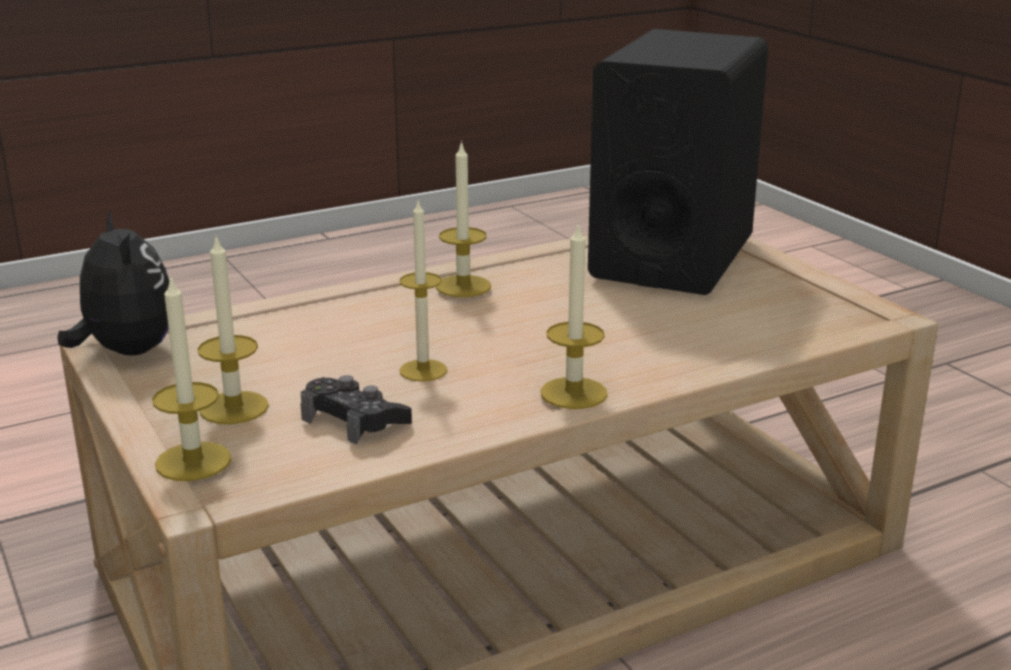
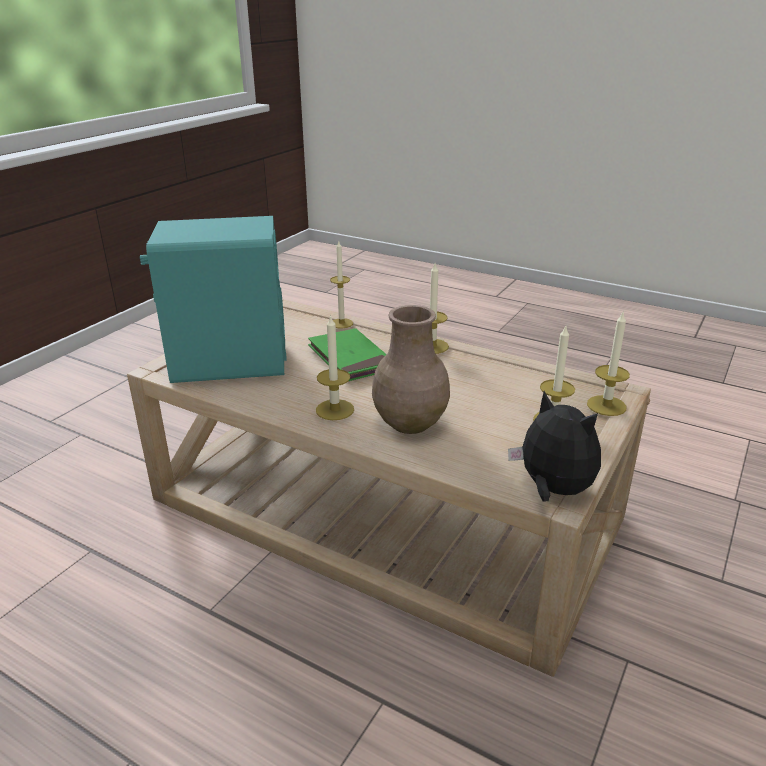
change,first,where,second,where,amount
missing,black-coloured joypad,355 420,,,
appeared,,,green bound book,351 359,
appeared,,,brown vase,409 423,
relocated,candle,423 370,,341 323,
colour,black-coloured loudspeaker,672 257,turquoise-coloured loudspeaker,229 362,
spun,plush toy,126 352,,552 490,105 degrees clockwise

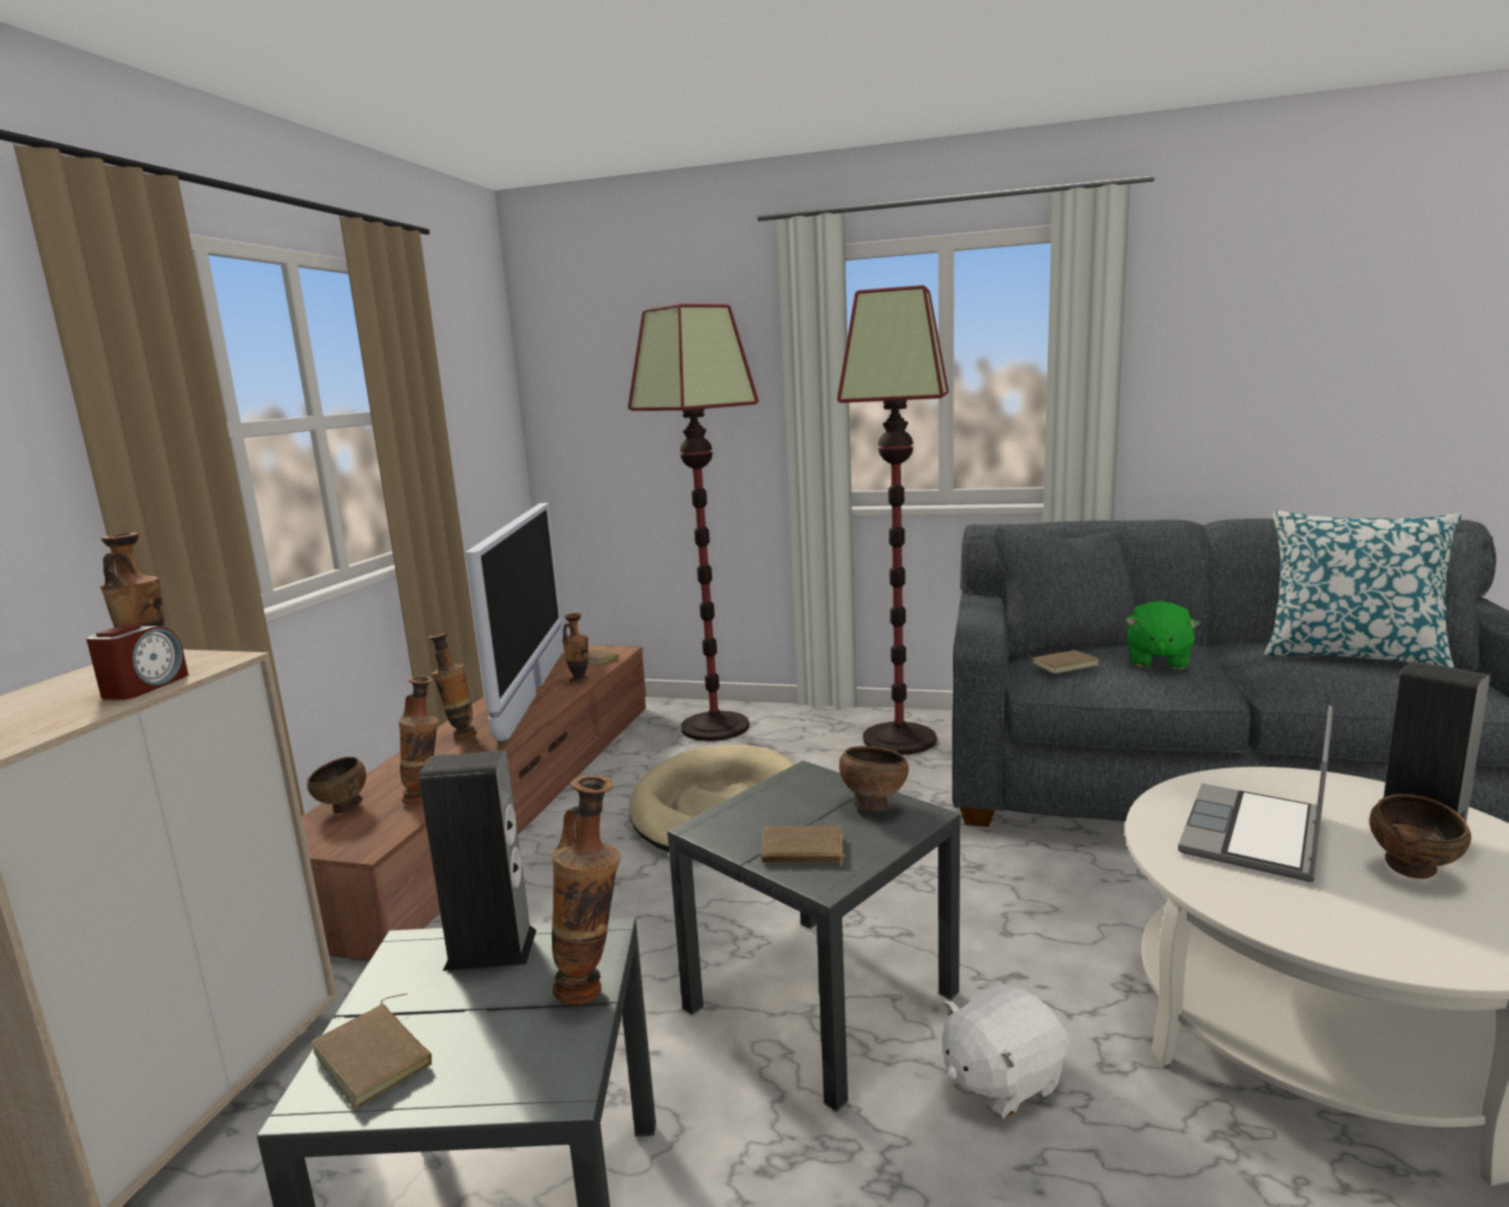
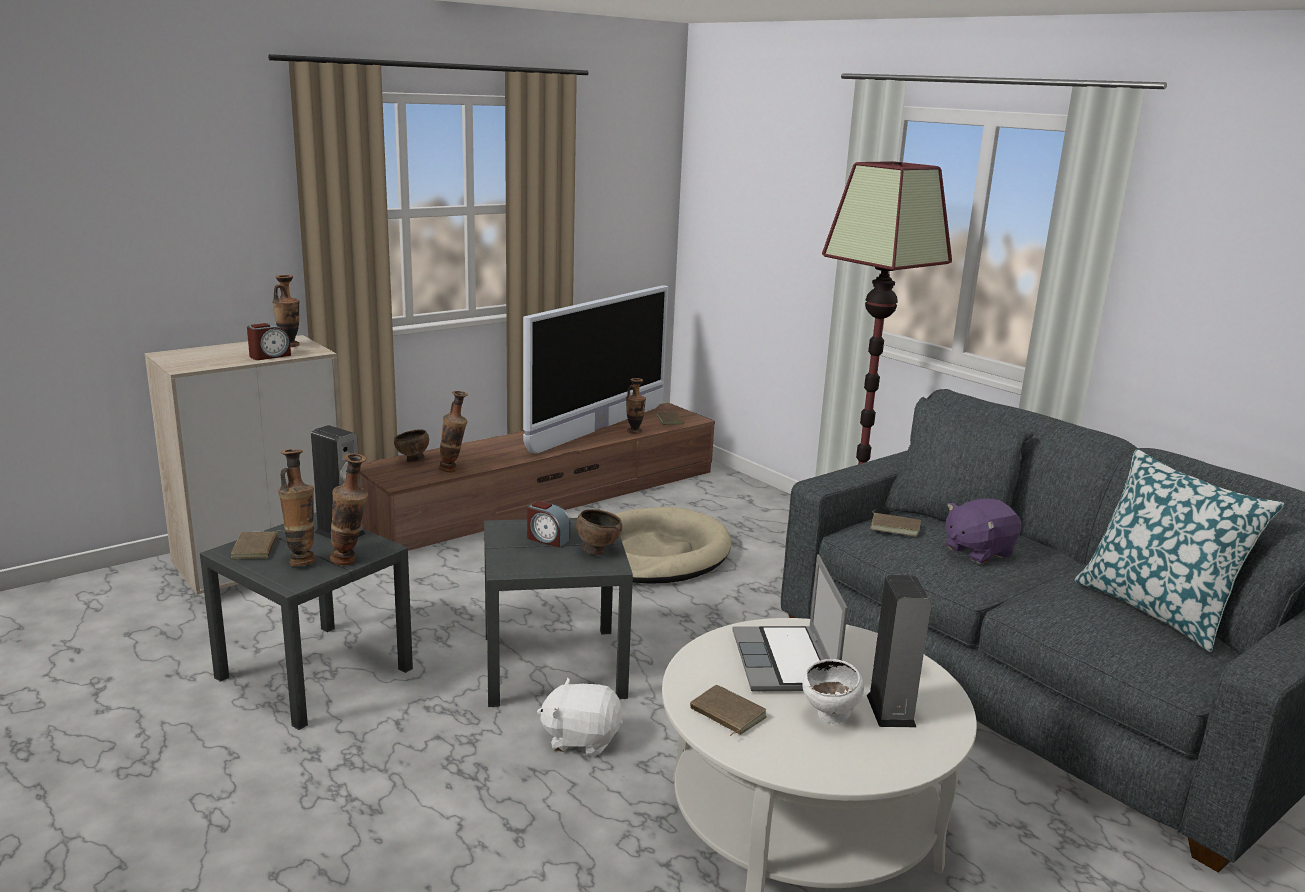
change,first,where,second,where,amount
missing,floor lamp,716 727,,,
appeared,,,alarm clock,547 539,
relocated,vase,460 737,,301 560,
relocated,brown bound book,802 851,,726 714,
colour,green plush toy,1157 660,purple plush toy,977 551,
colour,brown bowl,1413 872,white bowl,830 717,
spun,laptop,1255 836,,785 662,75 degrees counterclockwise

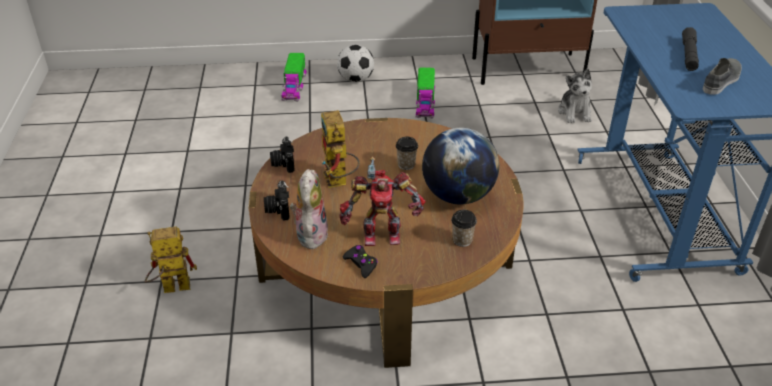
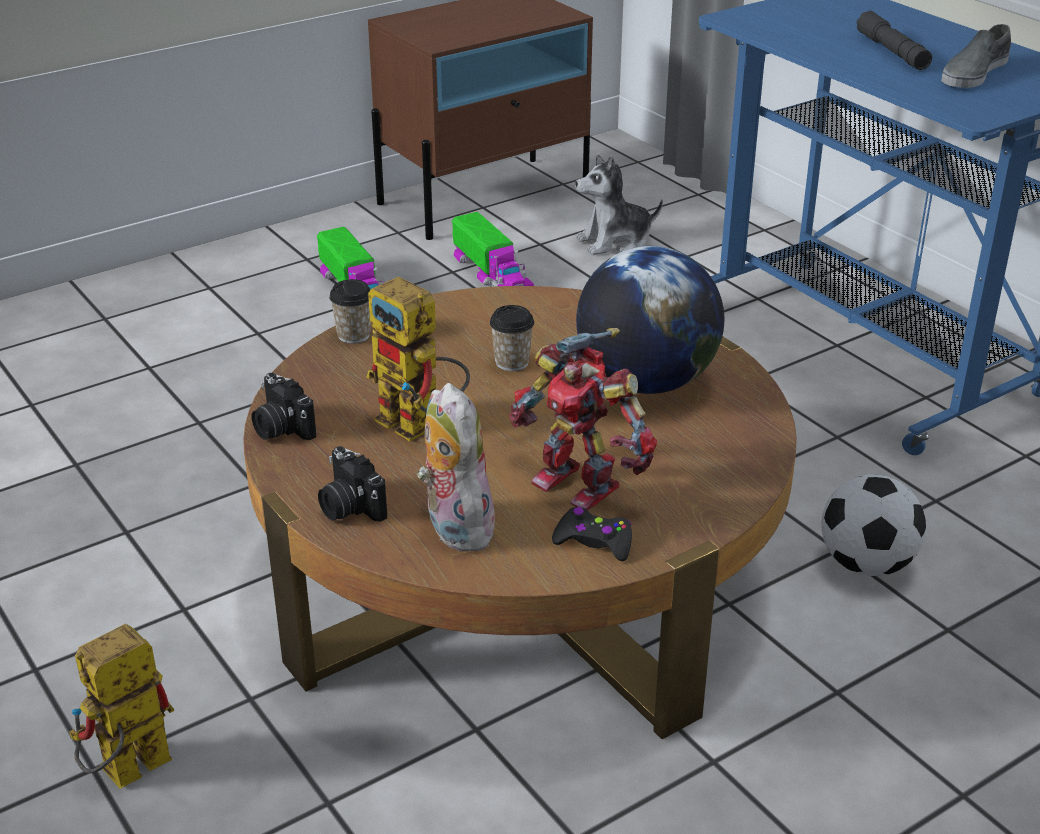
change,first,where,second,where,amount
relocated,toy lorry,294 86,,492 276,
relocated,ball for football,356 79,,866 564,
relocated,small cup,462 240,,354 335,
spun,robot figure,381 234,,579 482,75 degrees clockwise
spun,plush toy,575 112,,615 242,105 degrees clockwise
spun,grey item of footwear,721 80,,973 73,150 degrees counterclockwise

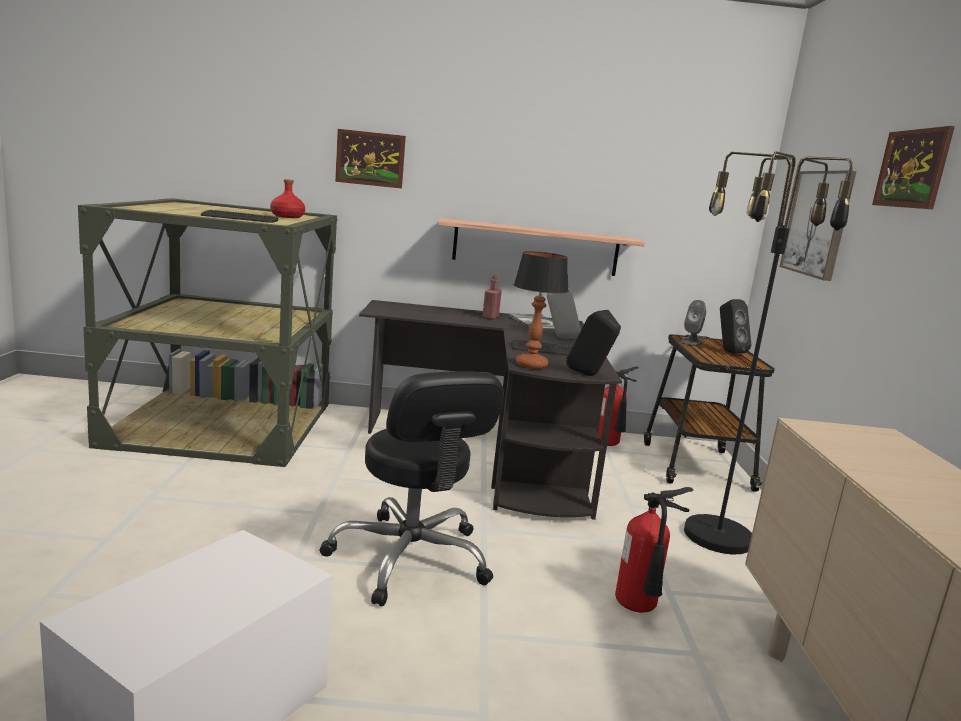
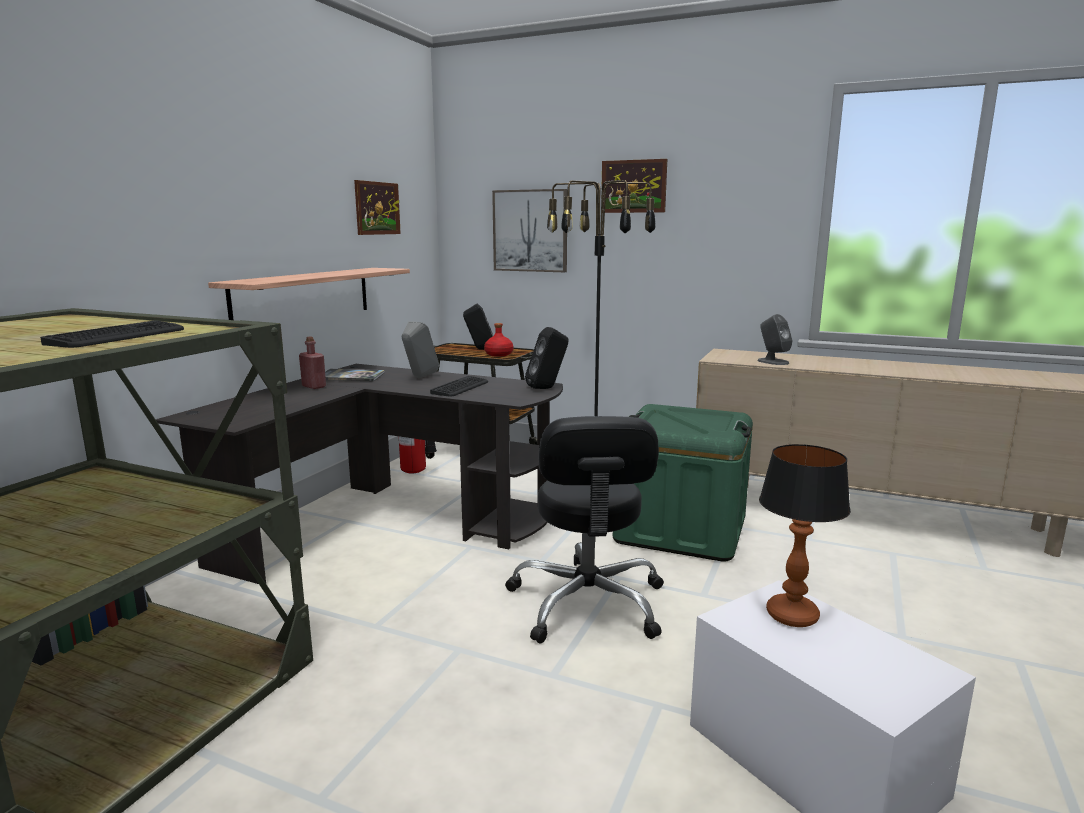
change,first,where,second,where,amount
relocated,red drink bottle,287 216,,498 354,
relocated,wall art,370 159,,377 208,
relocated,table lamp,530 365,,792 616,
relocated,grey loudspeaker,691 342,,772 362,
exchanged,fire extinguisher,639 609,green storage bin,680 530,
spun,black-coloured office chair,412 563,,588 607,90 degrees clockwise

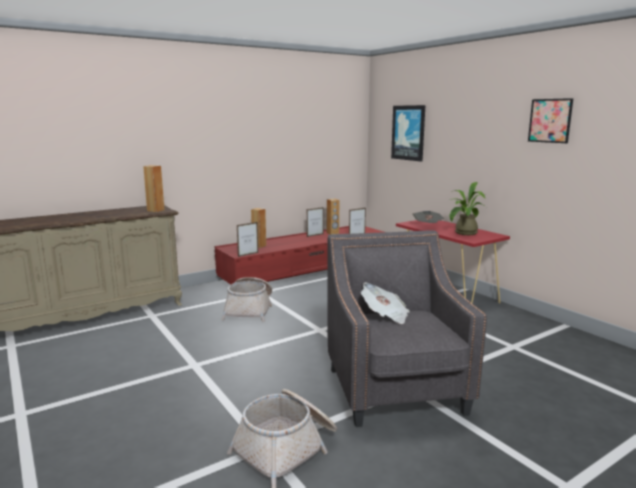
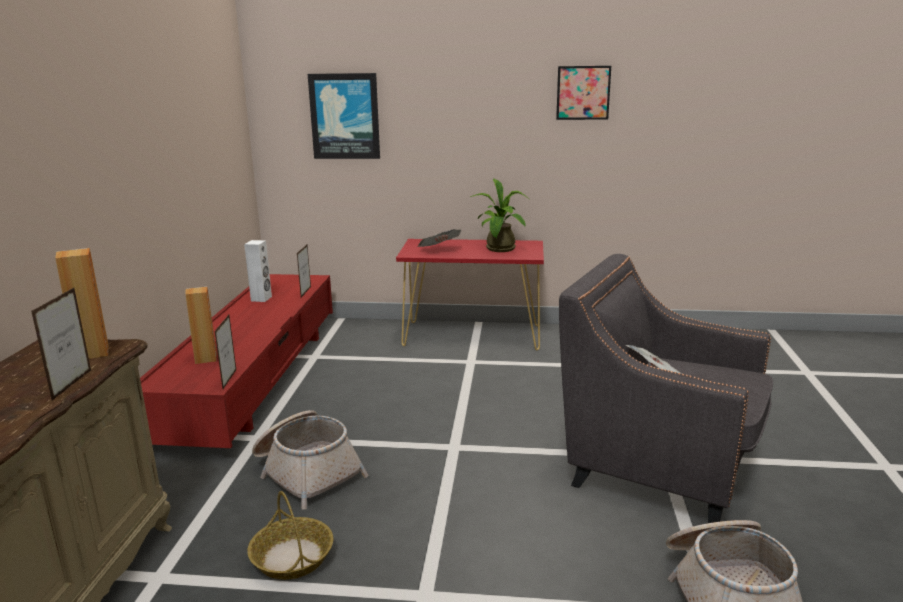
change,first,where,second,where,amount
appeared,,,storage basket,292 557,
relocated,photo frame,315 235,,72 385,
colour,brown loudspeaker,332 233,white loudspeaker,261 299,

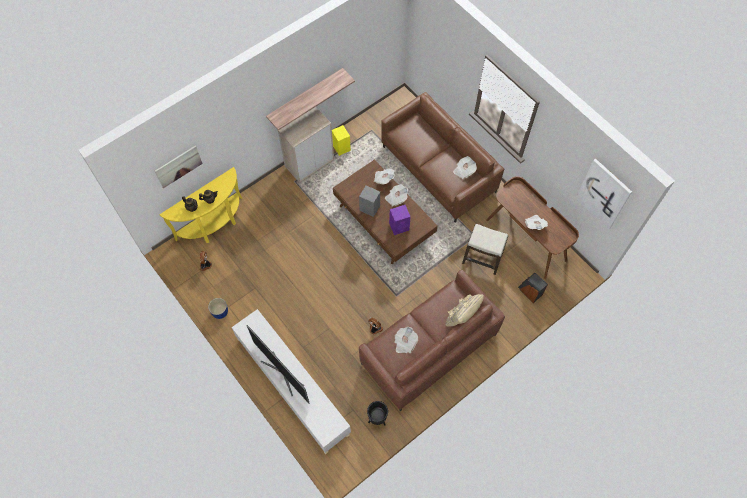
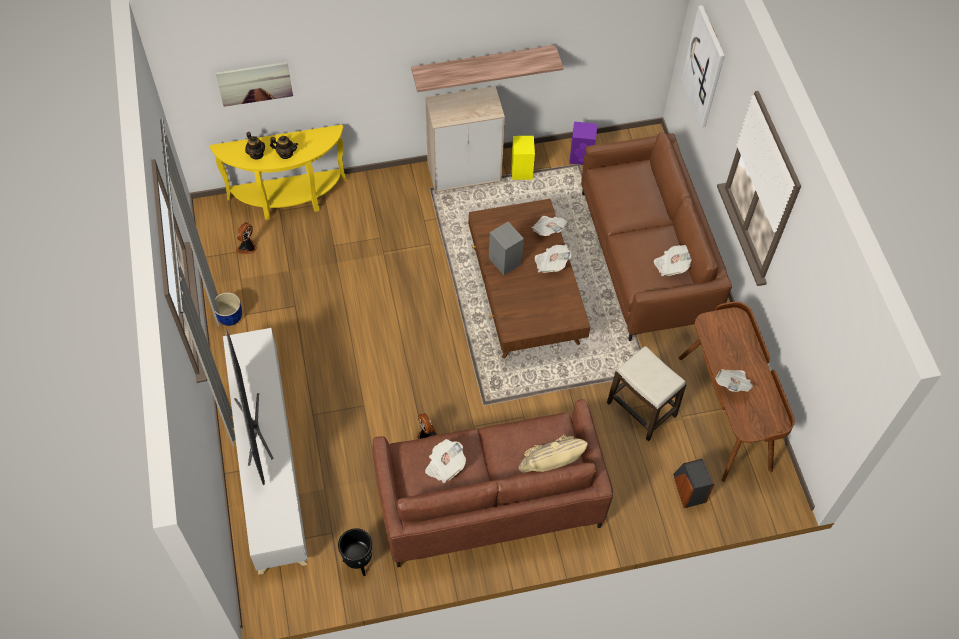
change,first,where,second,where,amount
relocated,purple loudspeaker,399 226,,582 157,
relocated,wall art,603 193,,704 67,

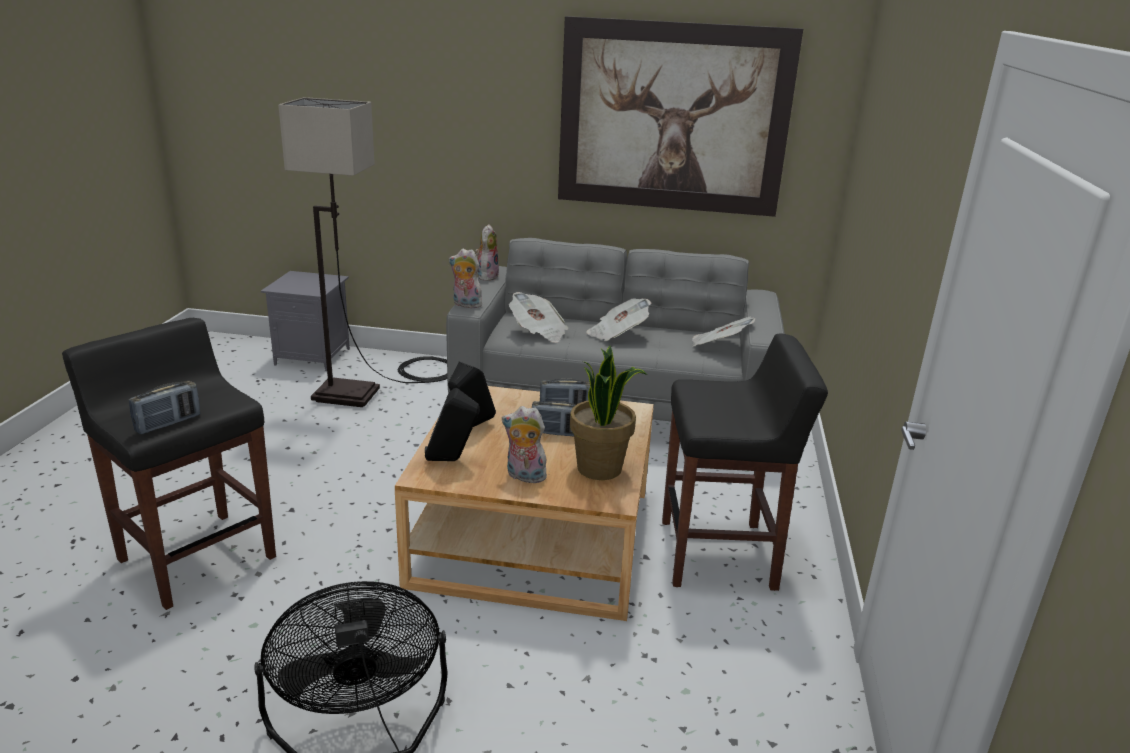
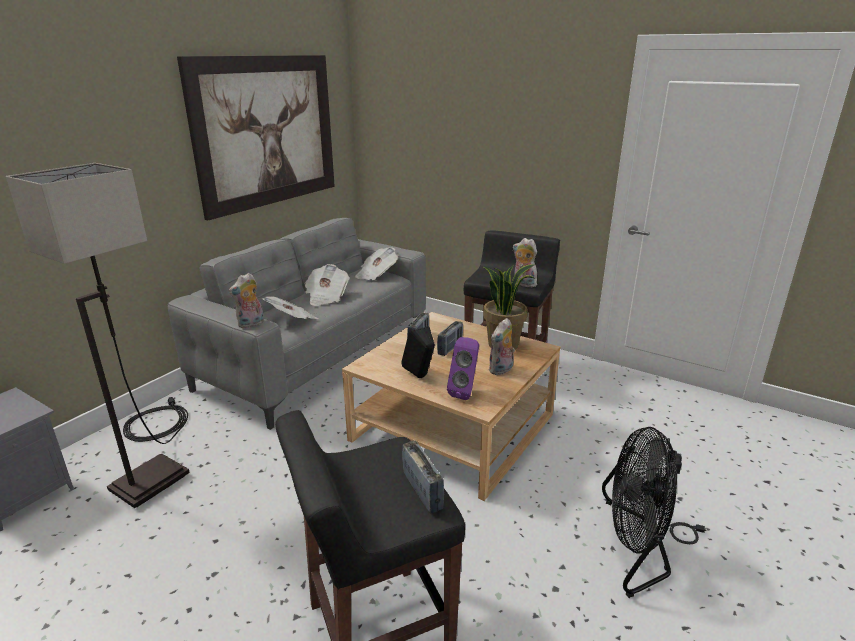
change,first,where,second,where,amount
relocated,plush toy,487 276,,523 284,
colour,black-coloured loudspeaker,452 460,purple loudspeaker,465 392,

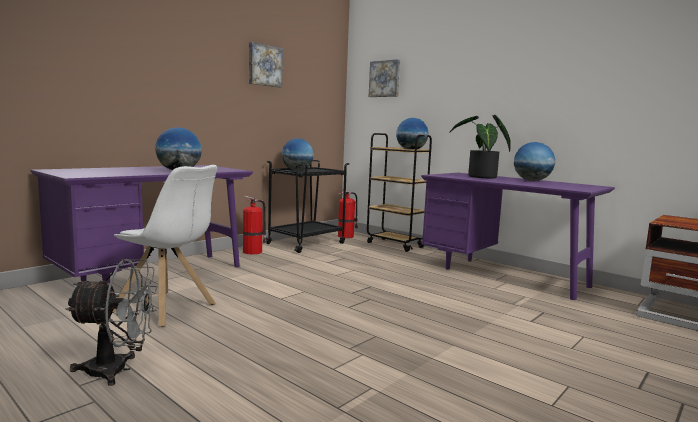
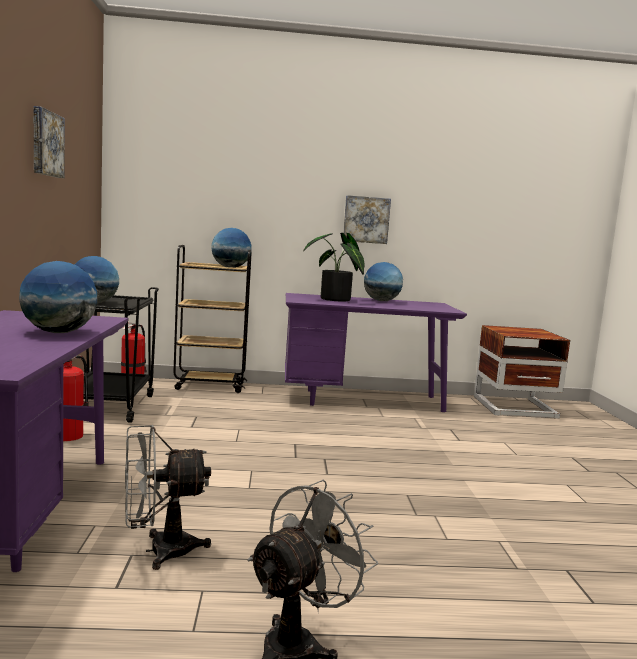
change,first,where,second,where,amount
relocated,wall art,385 79,,366 220,
exchanged,white upright chair,167 308,grey cooling fan,159 551,

